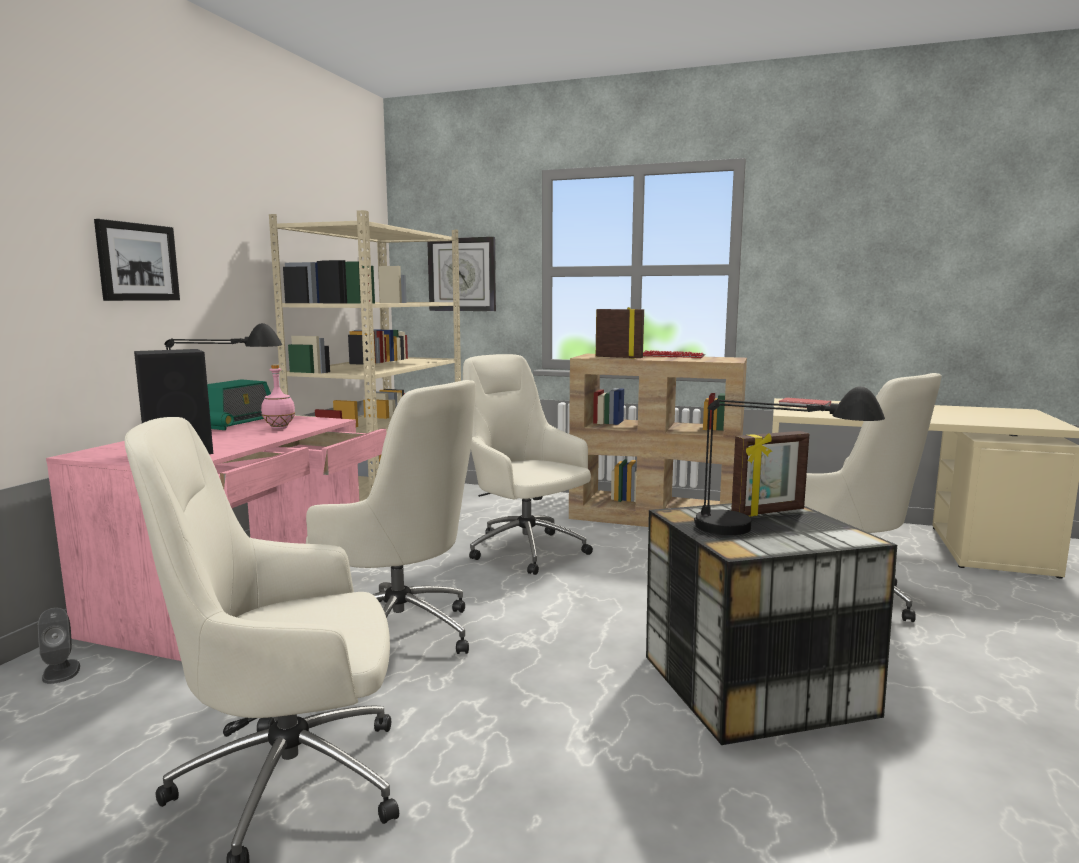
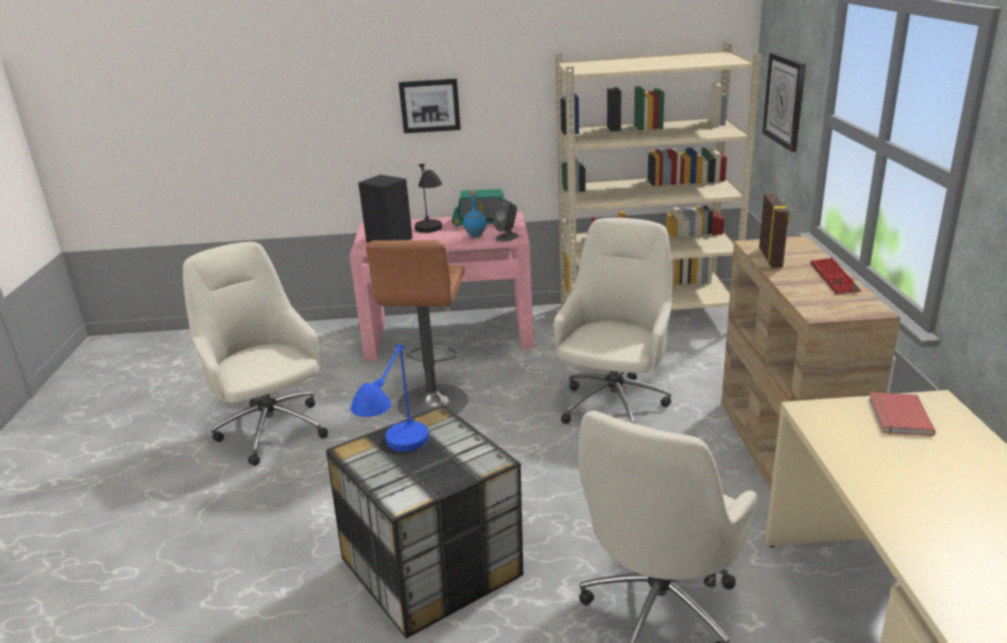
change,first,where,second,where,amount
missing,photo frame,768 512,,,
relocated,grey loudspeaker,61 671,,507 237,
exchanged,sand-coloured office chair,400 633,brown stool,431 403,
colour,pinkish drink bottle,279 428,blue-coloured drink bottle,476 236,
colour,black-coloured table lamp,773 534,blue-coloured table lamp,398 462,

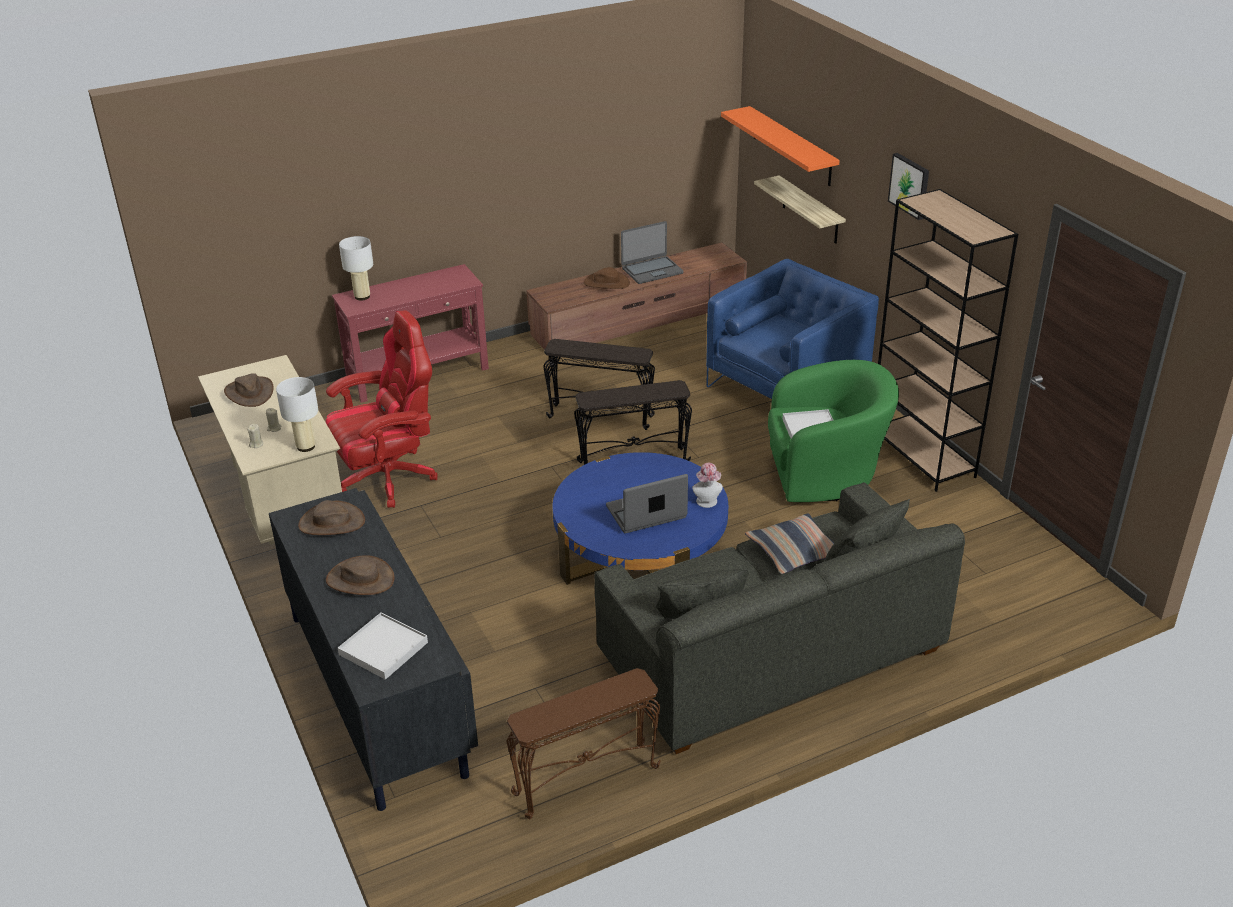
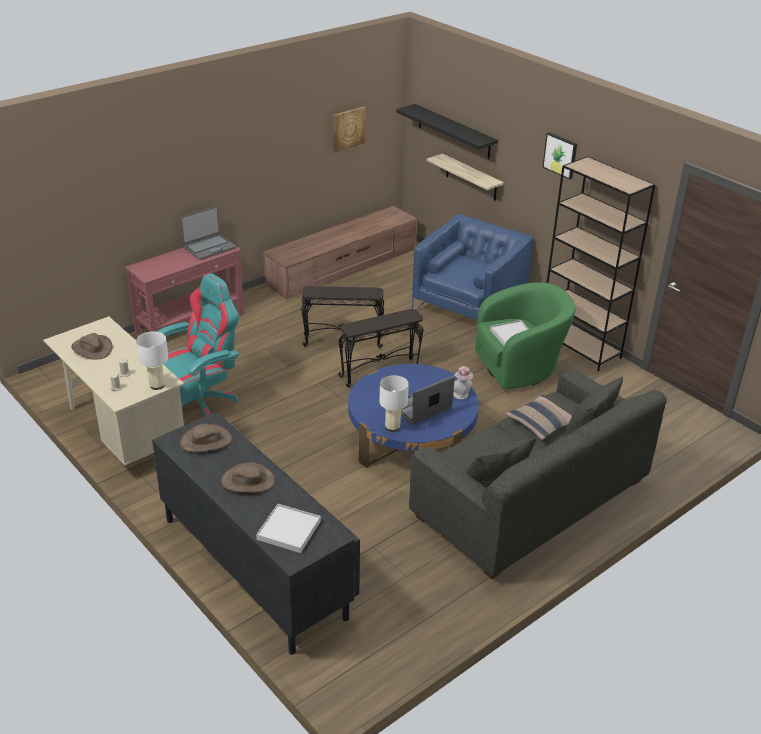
change,first,where,second,where,amount
missing,brown accent table,587 781,,,
missing,brown clothing hat,606 283,,,
appeared,,,wall art,348 128,
relocated,white table lamp,362 296,,392 427,
relocated,laptop,652 270,,209 248,
colour,red office chair,388 478,turquoise-coloured office chair,198 404,
colour,orange bracket shelf,791 146,black-coloured bracket shelf,454 131,

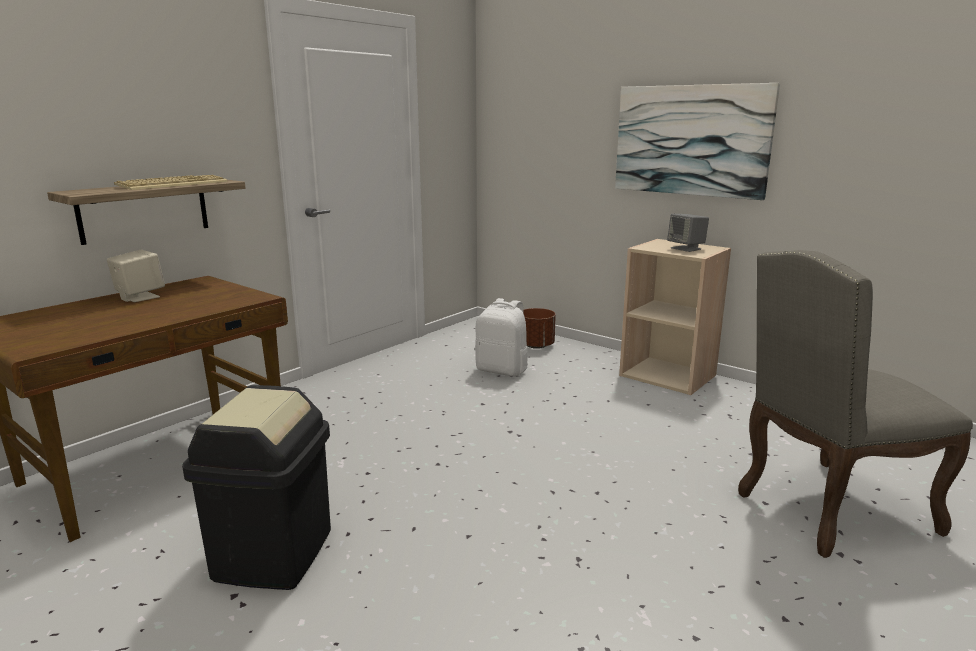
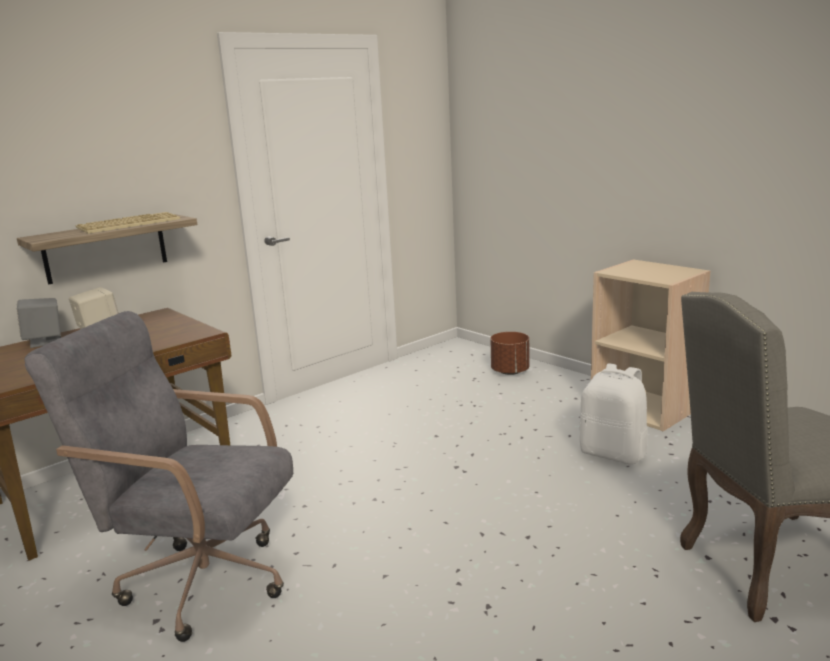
change,first,where,second,where,amount
missing,wall art,691 140,,,
relocated,white rucksack,502 370,,613 453,
relocated,grey loudspeaker,686 248,,44 341,
exchanged,black-coloured waste bin,272 554,grey office chair,198 583,

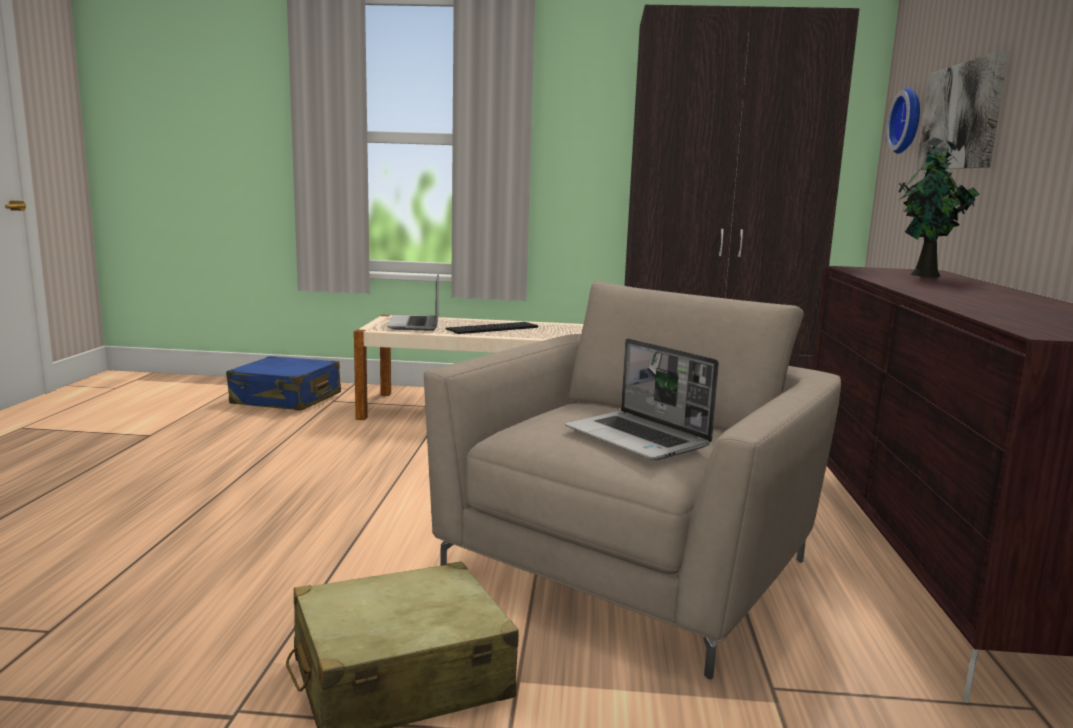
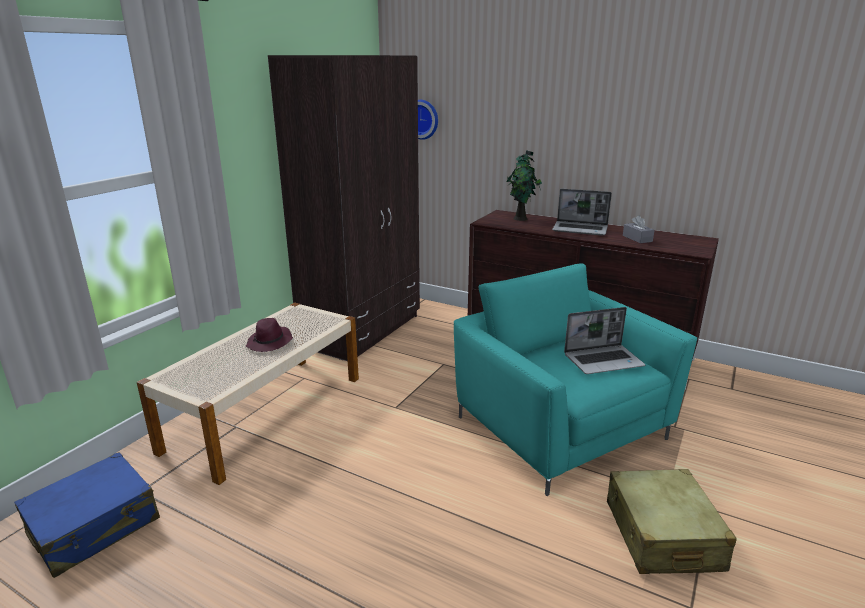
change,first,where,second,where,amount
missing,wall art,961 117,,,
appeared,,,grey tissue box,637 238,
relocated,laptop,415 324,,580 229,
exchanged,keyboard,492 328,purple clothing hat,270 343,
colour,sand-coloured lounge chair,628 565,turquoise-coloured lounge chair,560 427,

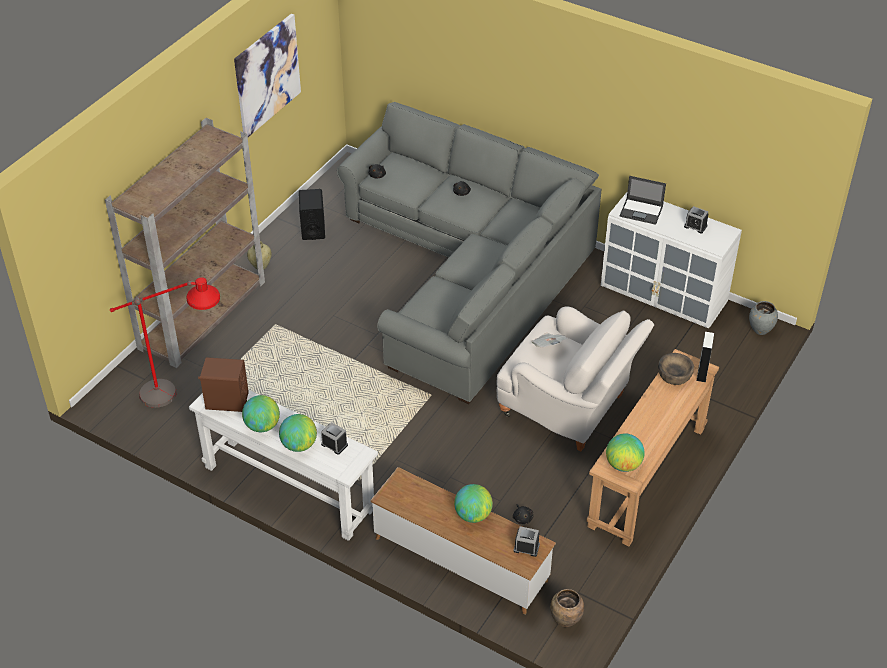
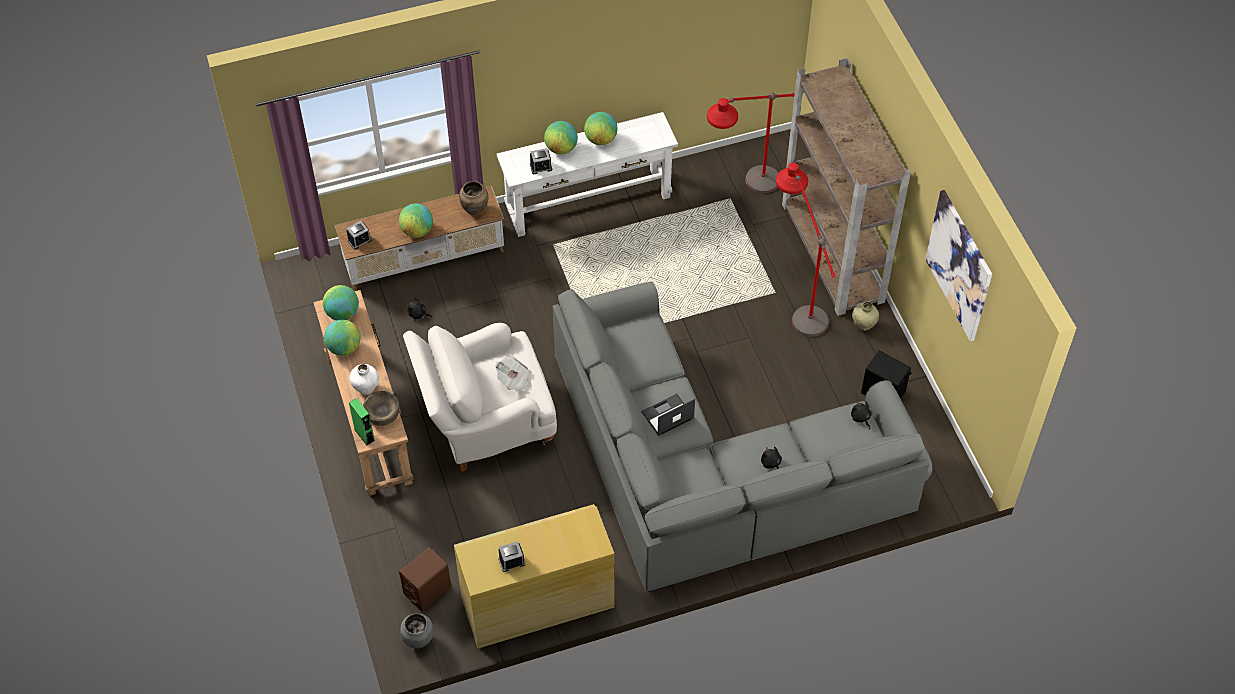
change,first,where,second,where,amount
appeared,,,world globe,344 348,
appeared,,,white vase,366 388,
appeared,,,red floor lamp,798 302,
relocated,brown loudspeaker,226 401,,427 590,
relocated,brown vase,565 620,,475 210,
relocated,laptop,641 211,,667 415,
colour,white cupboard,663 294,yellow-coloured cupboard,537 602,
colour,white loudspeaker,702 373,green loudspeaker,364 435,

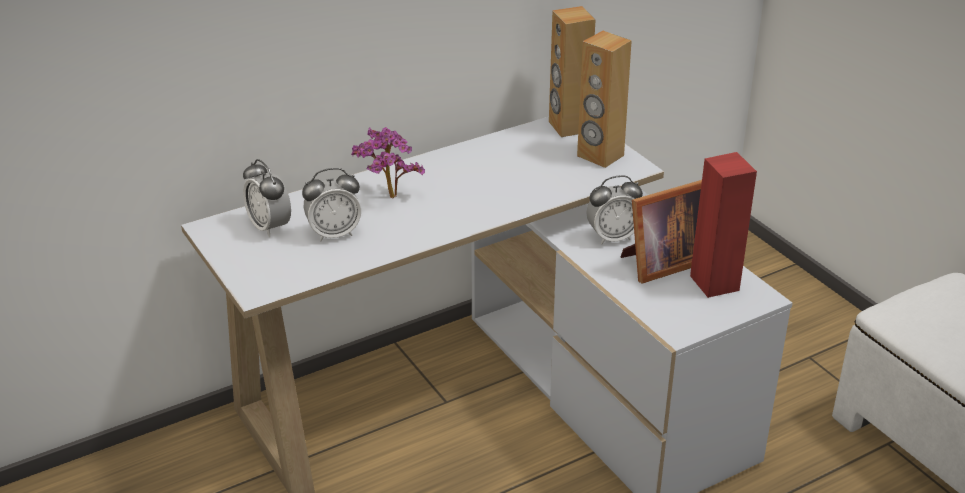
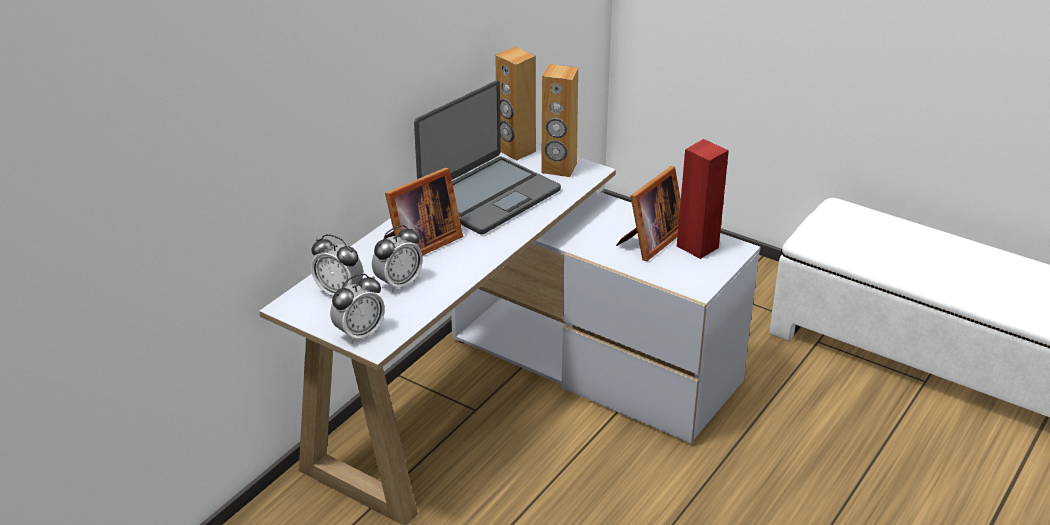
change,first,where,second,where,amount
appeared,,,laptop,489 196,
relocated,alarm clock,612 237,,359 333,
exchanged,potted plant,388 199,photo frame,420 244,

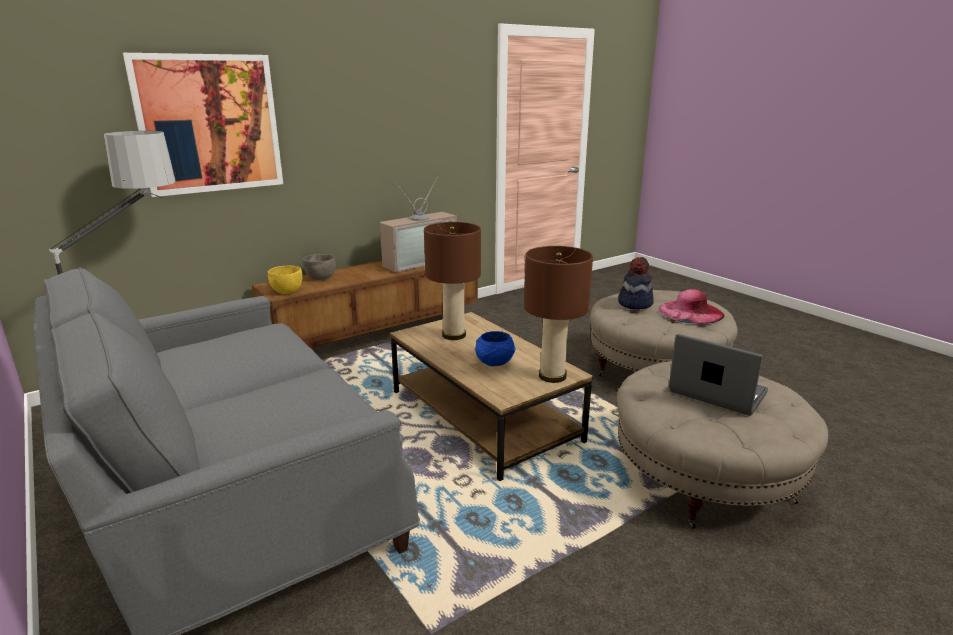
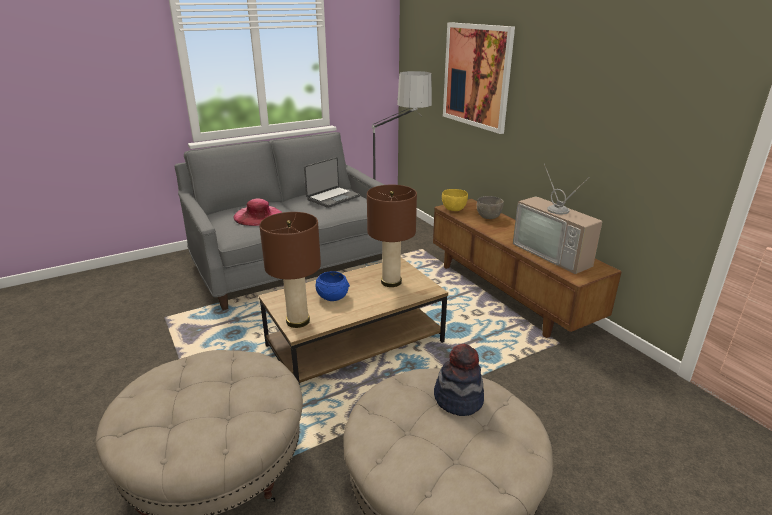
change,first,where,second,where,amount
relocated,pinkish clothing hat,690 311,,258 216,
relocated,laptop,716 393,,332 198,

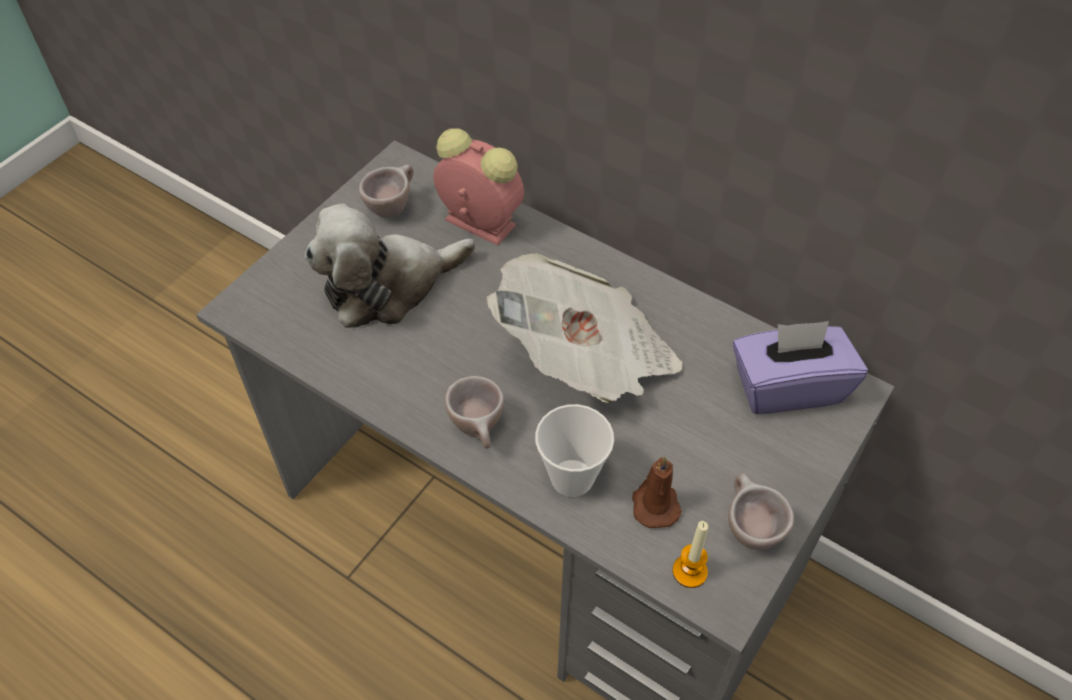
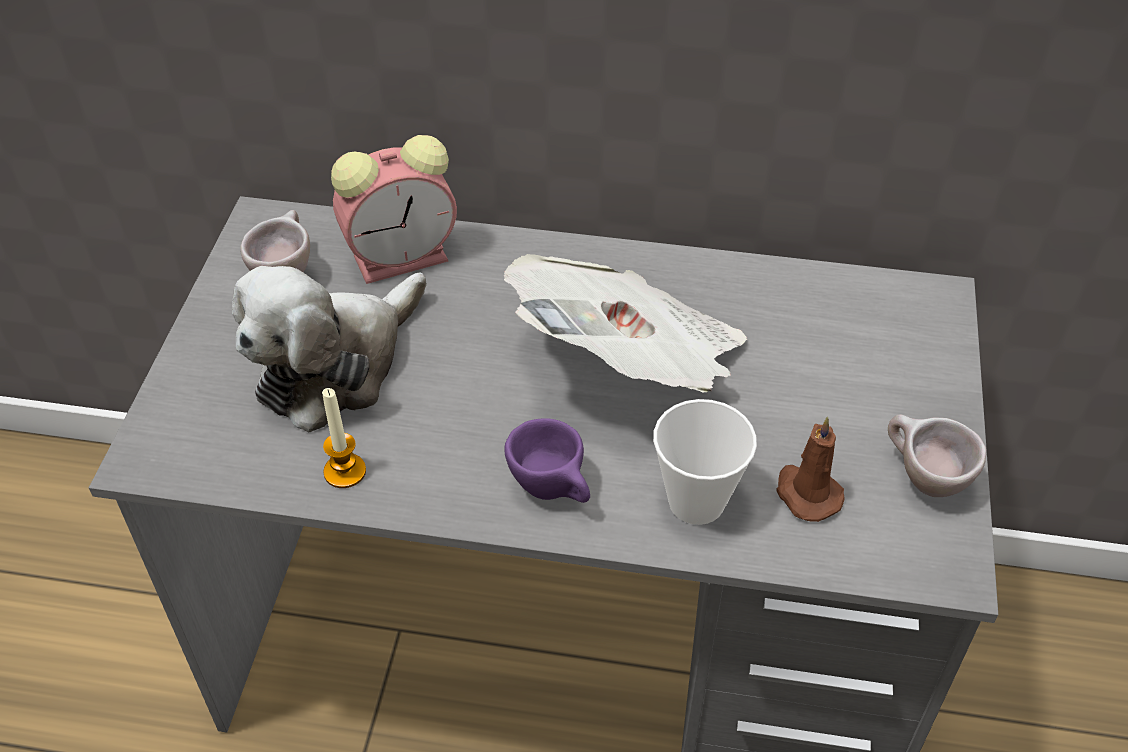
change,first,where,second,where,amount
missing,purple tissue box,787 386,,,
relocated,candle,689 571,,345 471,
colour,sand-coloured small cup,479 431,purple small cup,554 490,
spun,alarm clock,477 222,,404 256,150 degrees clockwise

